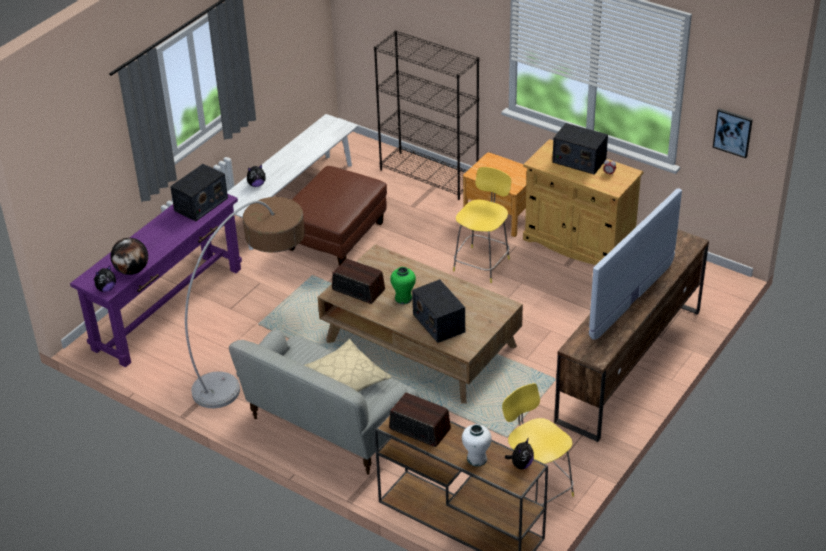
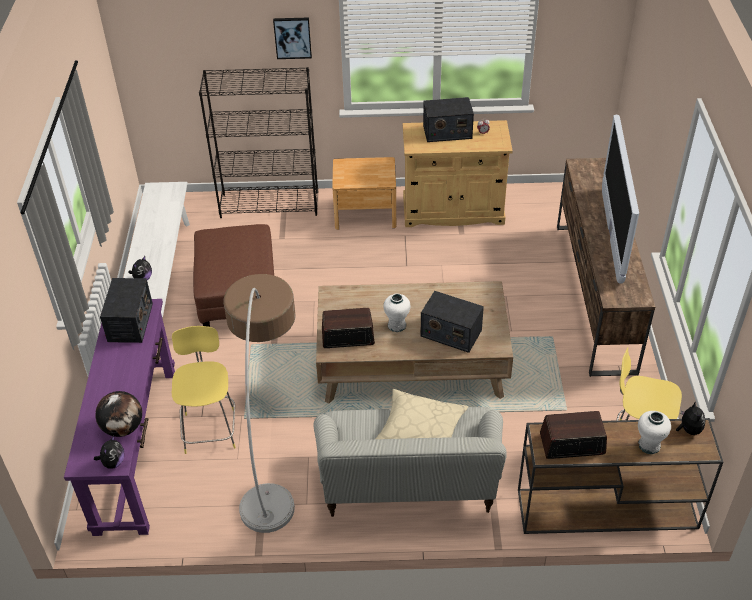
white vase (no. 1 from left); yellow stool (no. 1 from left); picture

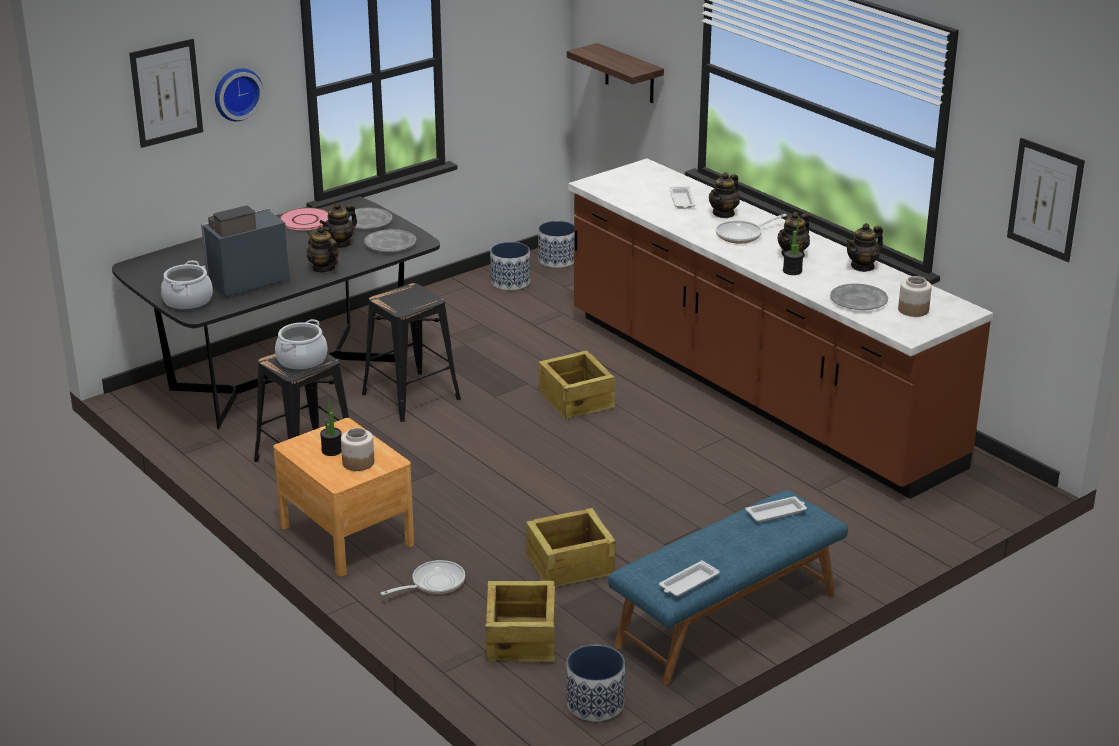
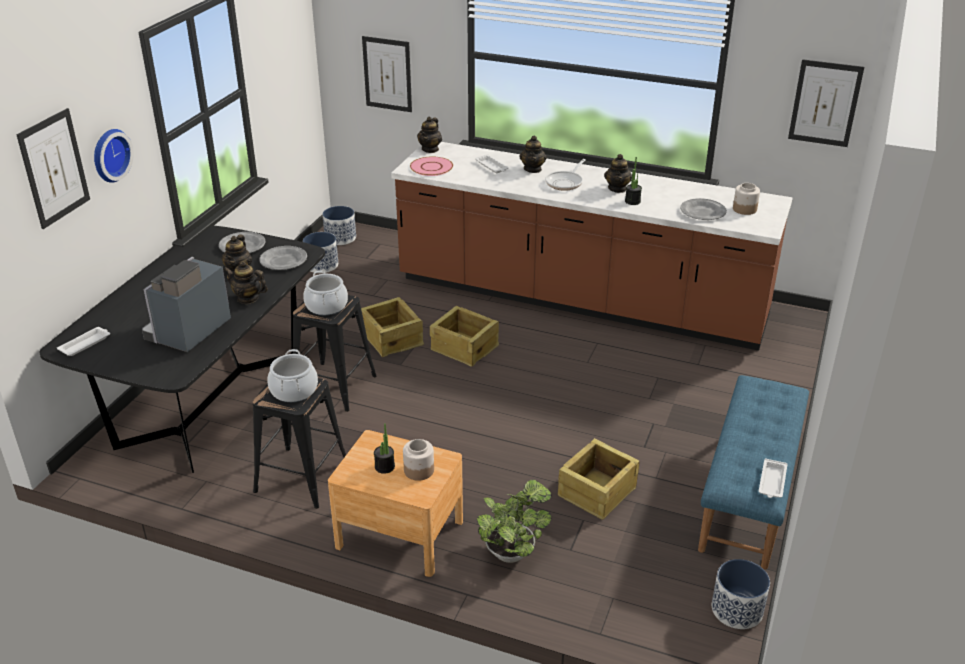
cooking pot (no. 2 from left); pink plate; potted plant (no. 2 from left); crate (no. 1 from left); picture (no. 2 from left); white tray (no. 1 from left); teapot (no. 3 from left)

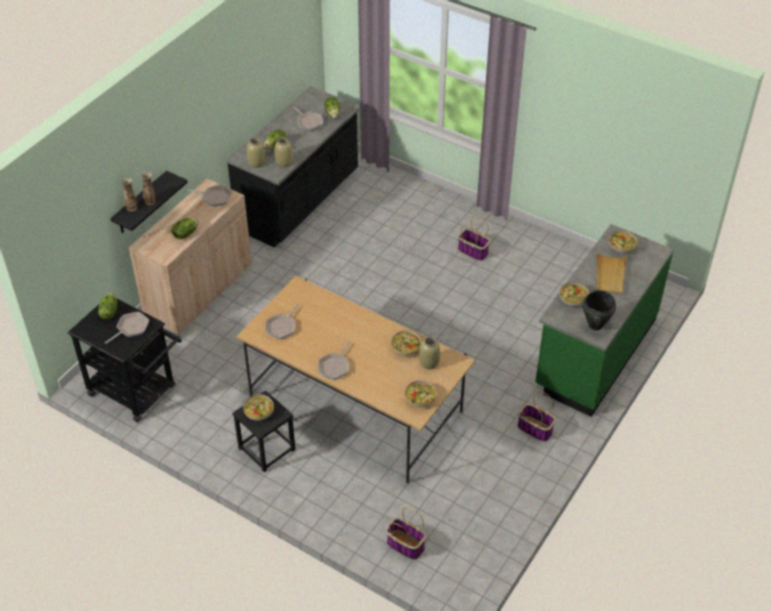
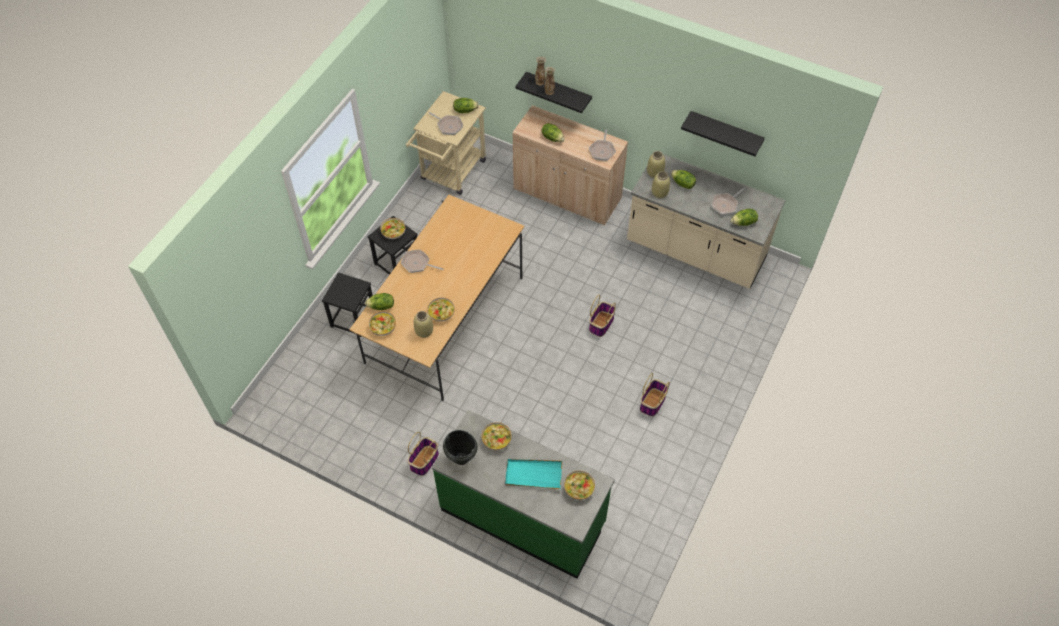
beige cart; beige counter; frying pan (no. 3 from left in the first image); basket (no. 2 from left); turquoise tray; black stool (no. 1 from left); lettuce (no. 1 from left); black shelf (no. 2 from left)

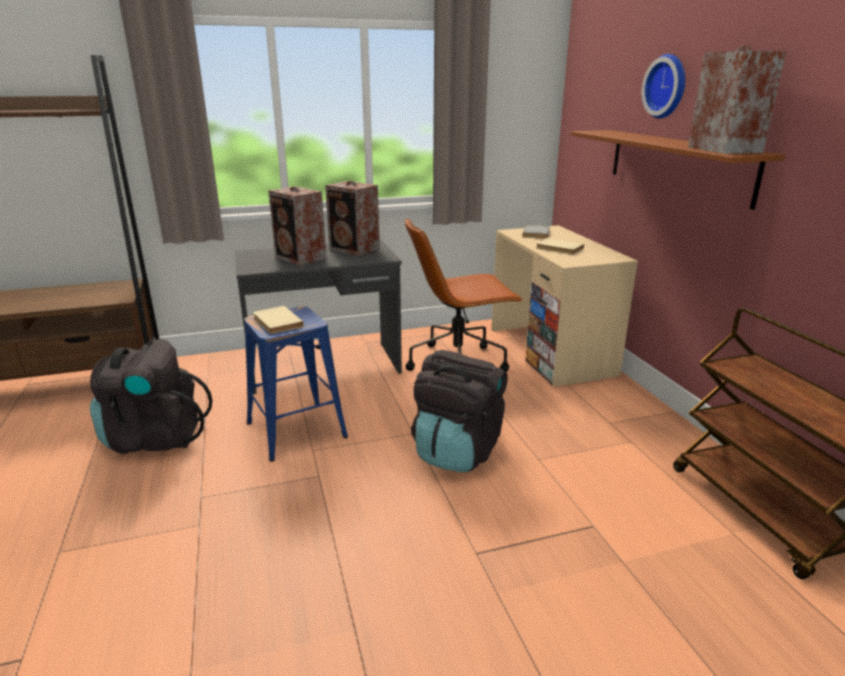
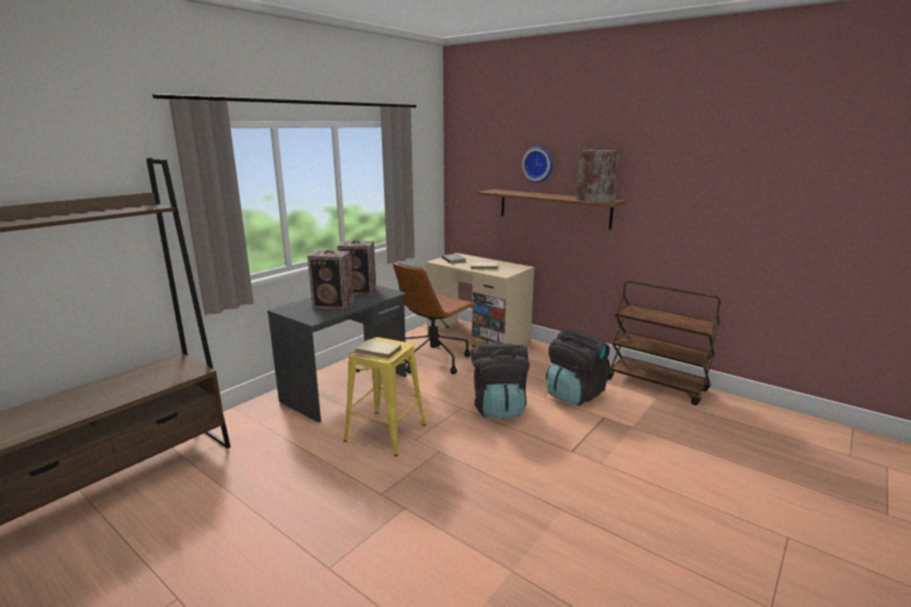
black backpack (no. 2 from left); yellow stool

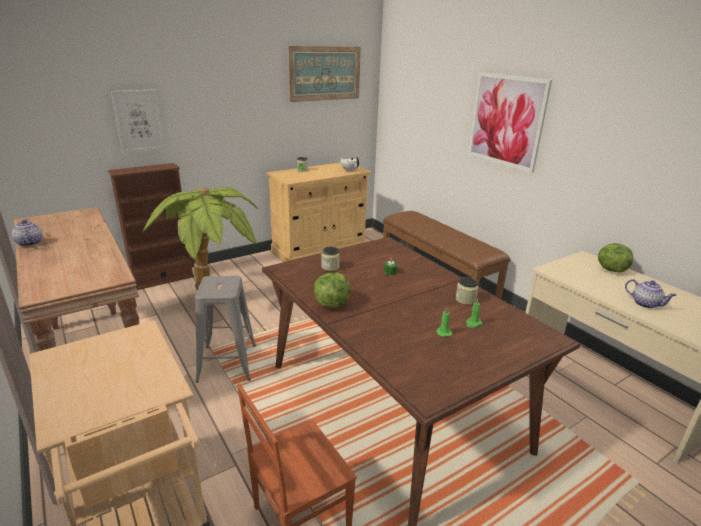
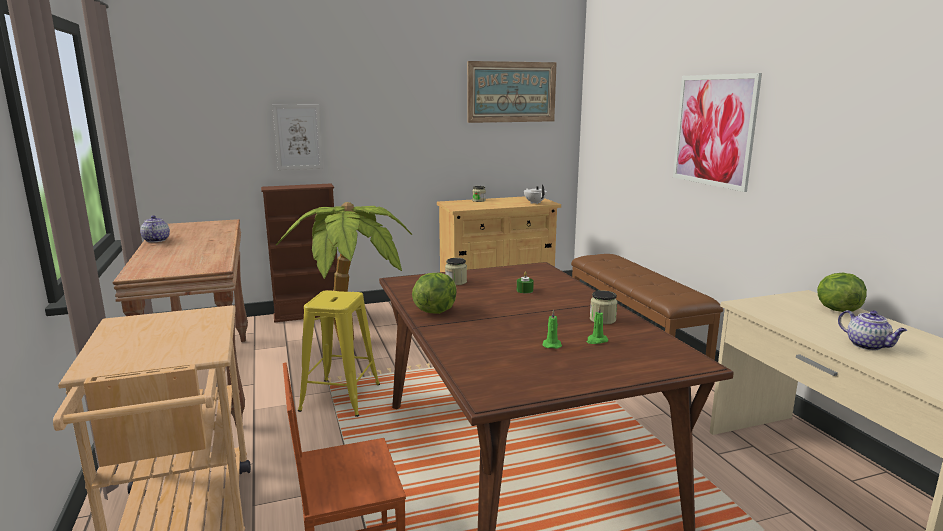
yellow stool

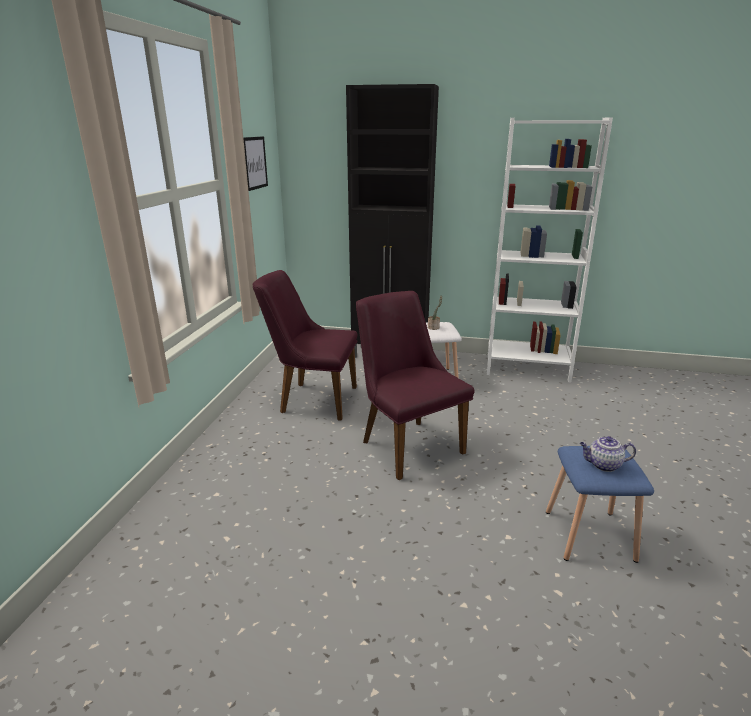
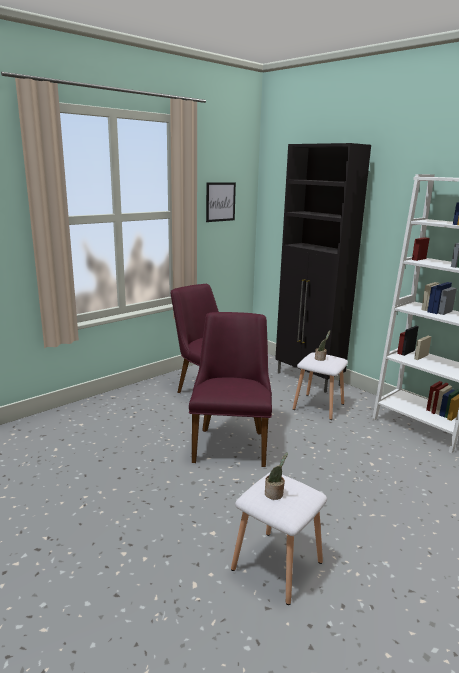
white stool (no. 1 from left); potted plant (no. 1 from left)

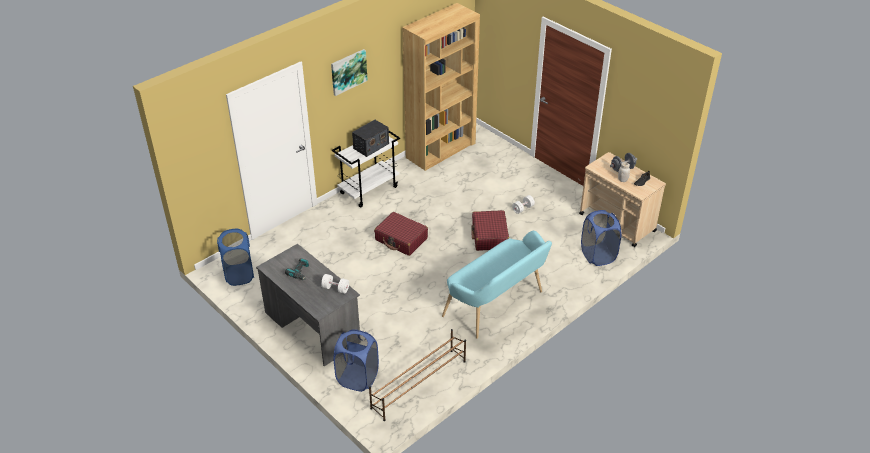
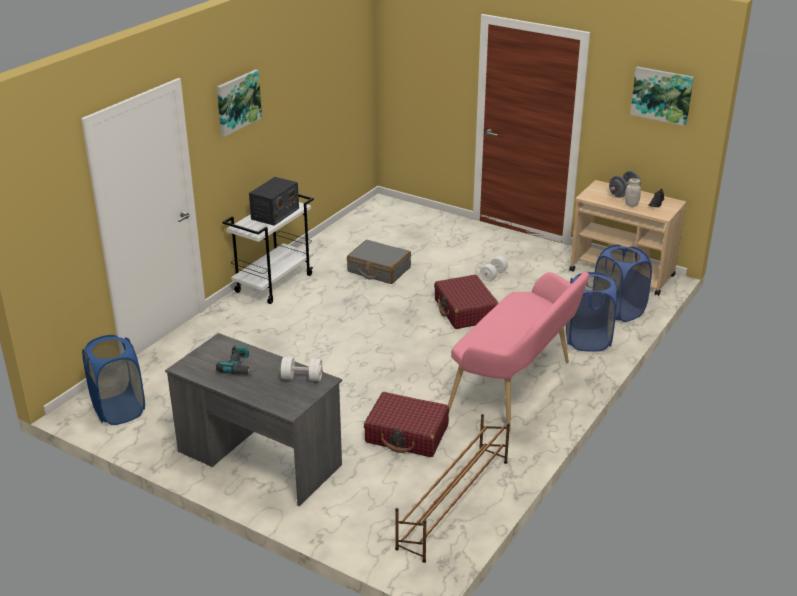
blue laundry basket (no. 2 from left); red suitcase (no. 1 from left); brown bookcase; pink bench; grey suitcase; picture (no. 2 from left)

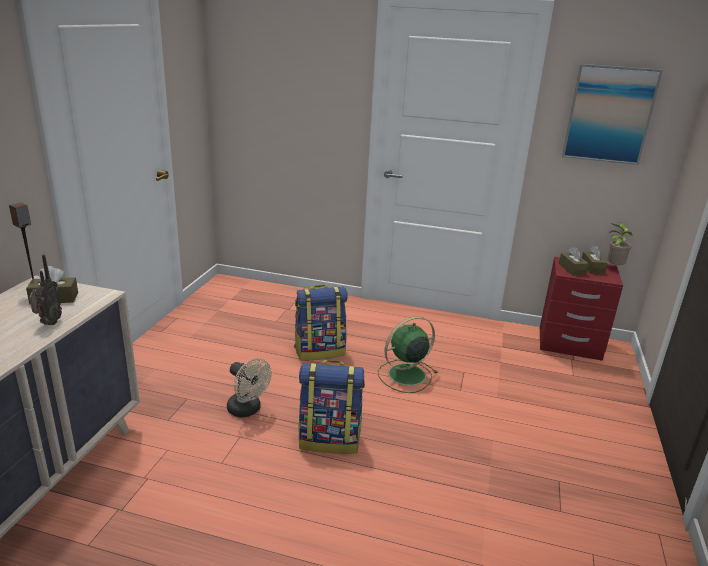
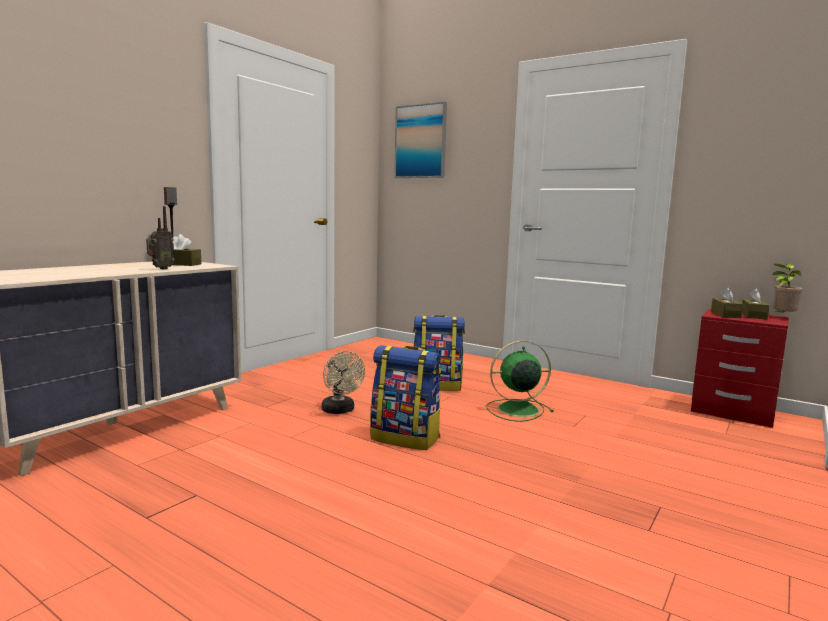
picture

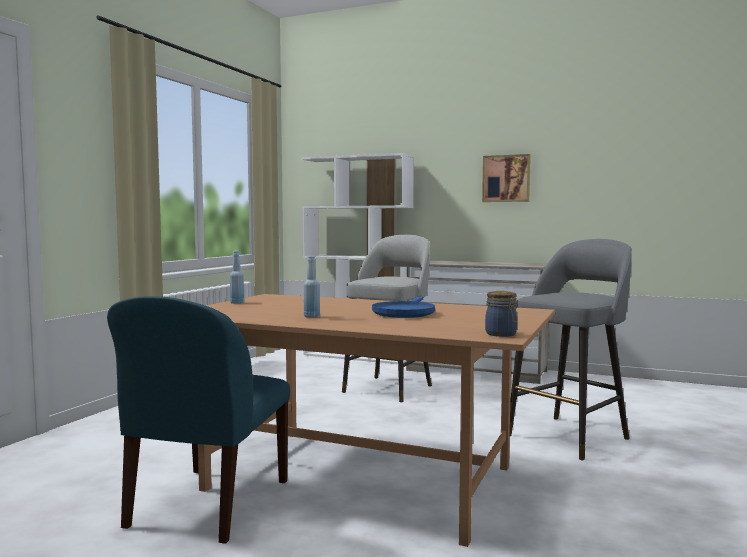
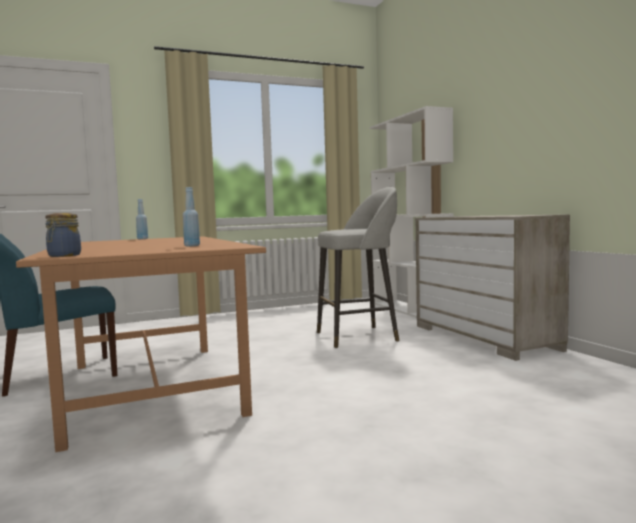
blue bottle (no. 2 from left); blue frying pan; picture; grey stool (no. 2 from left in the first image)

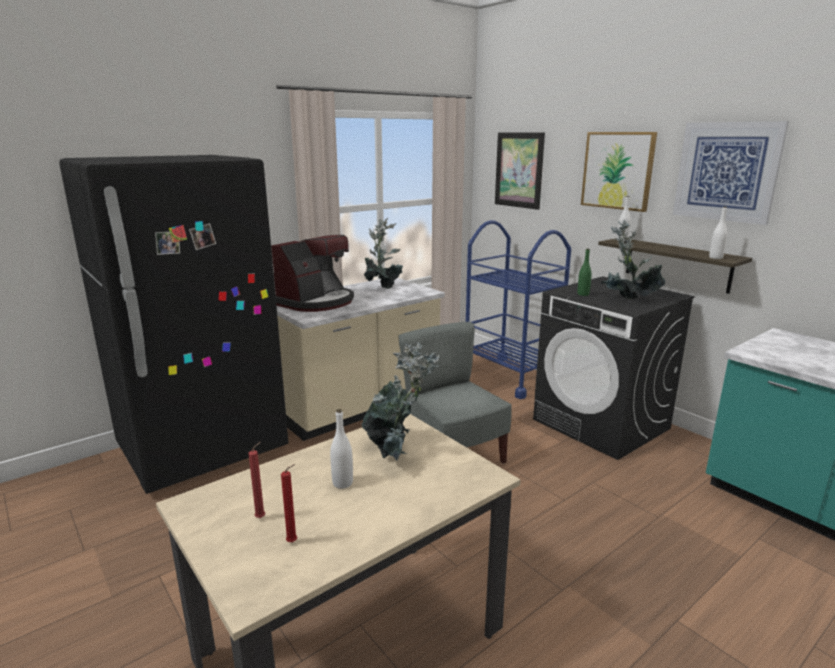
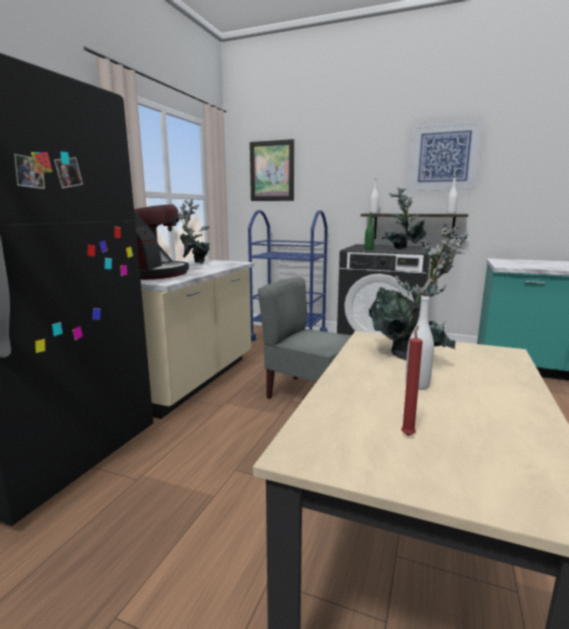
red candle (no. 2 from left in the first image); picture (no. 2 from left in the first image)

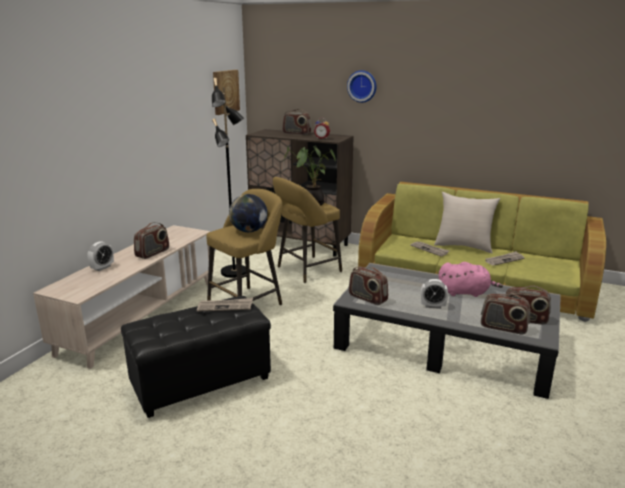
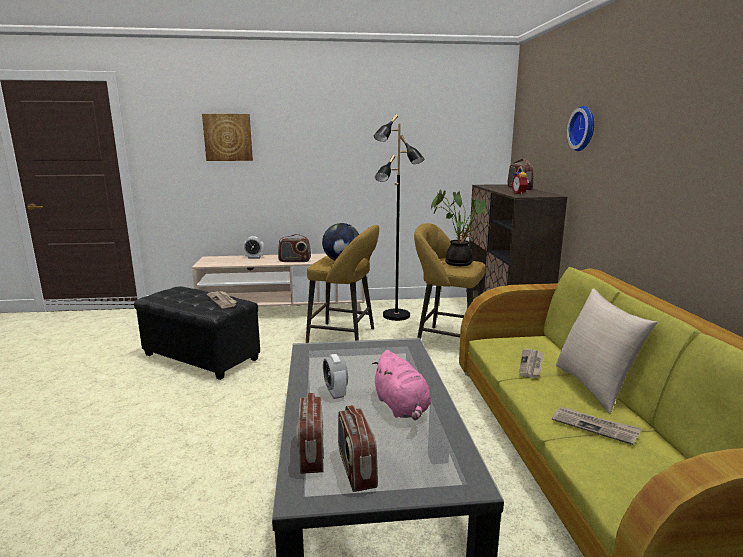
picture; radio (no. 3 from left in the first image)

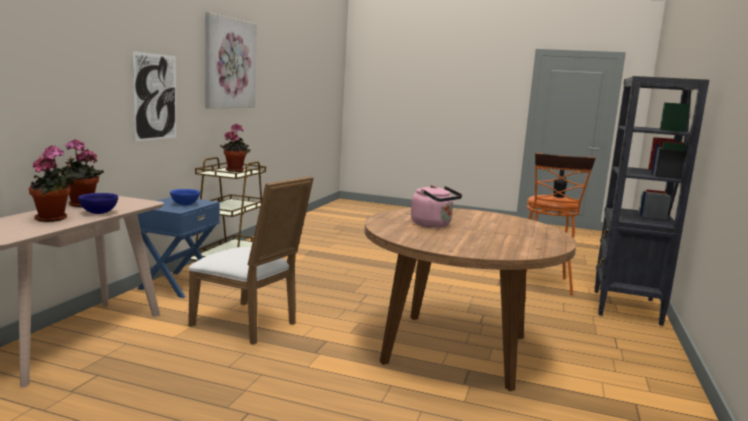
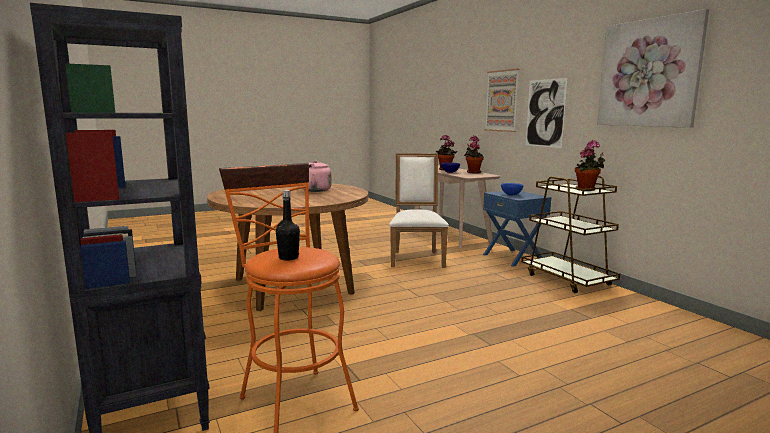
white chair; picture (no. 1 from left)

